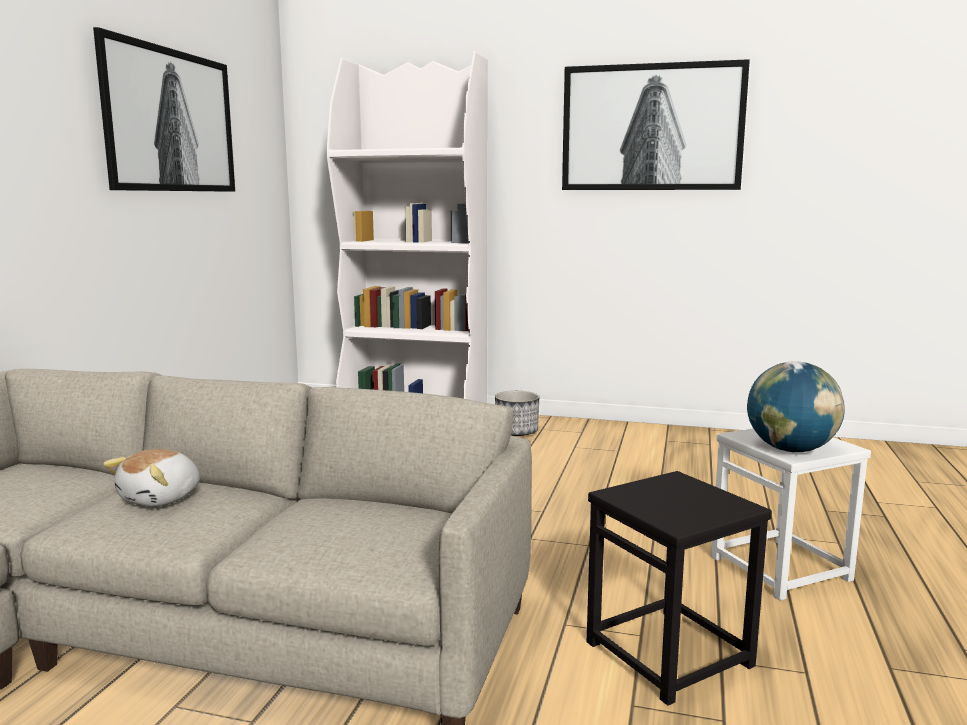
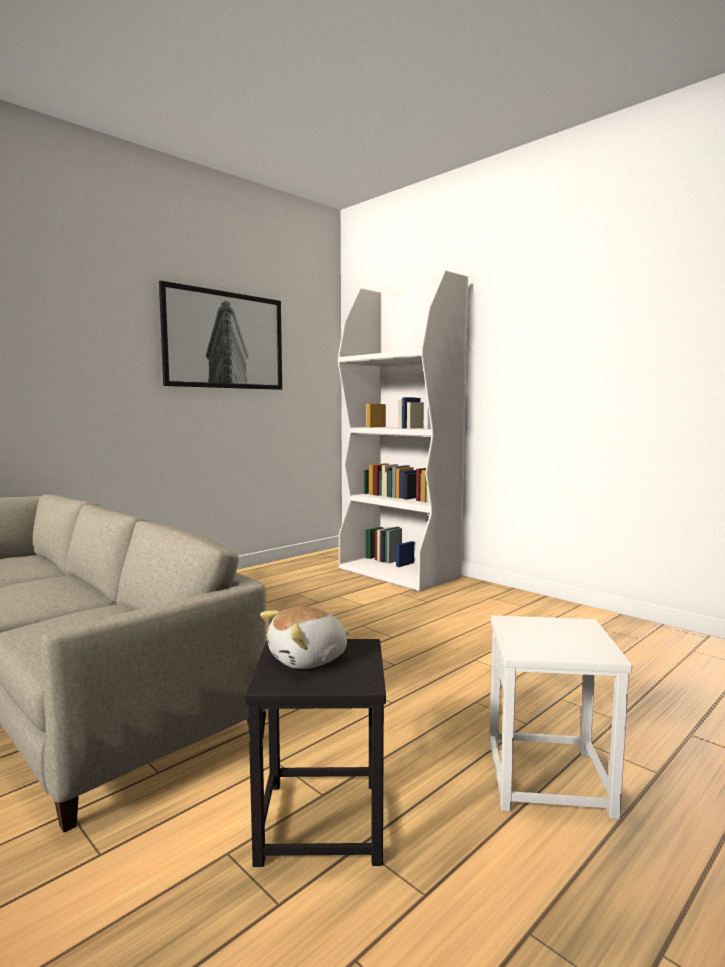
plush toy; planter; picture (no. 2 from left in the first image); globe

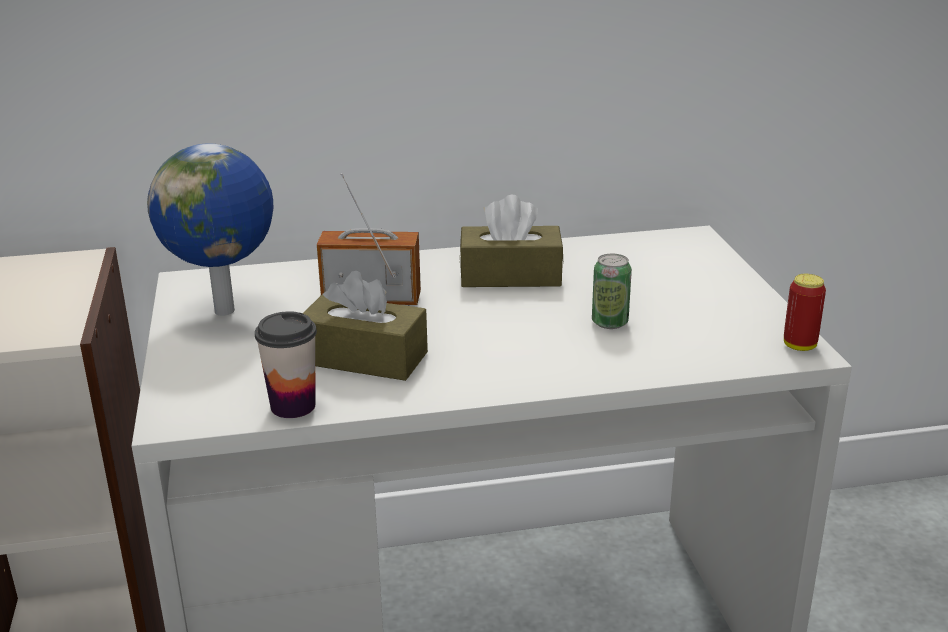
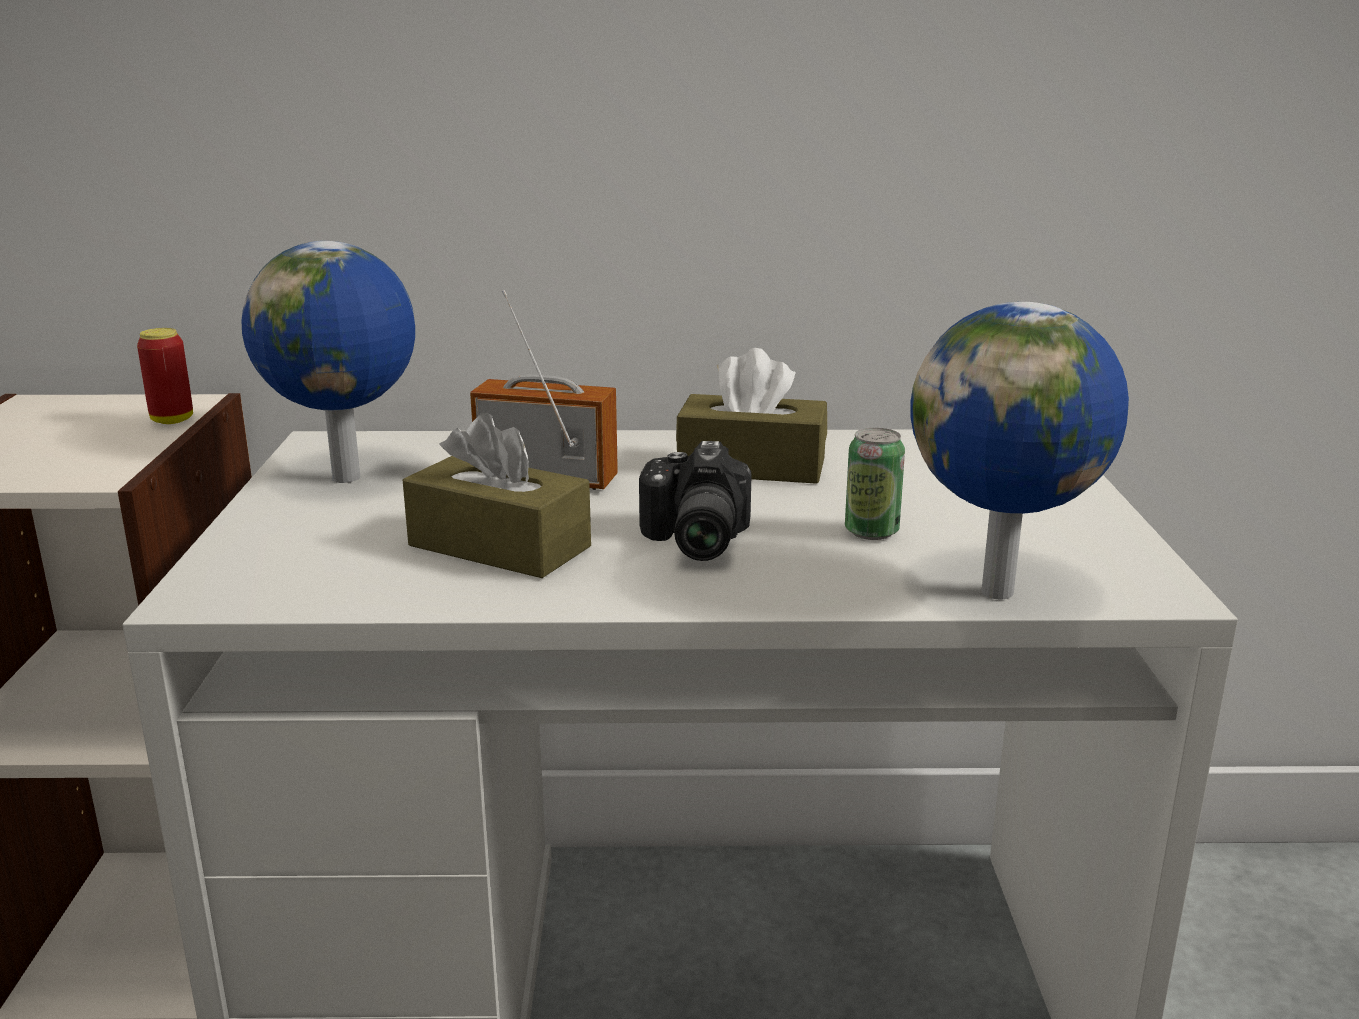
cup; can (no. 1 from left); photo camera; globe (no. 2 from left)

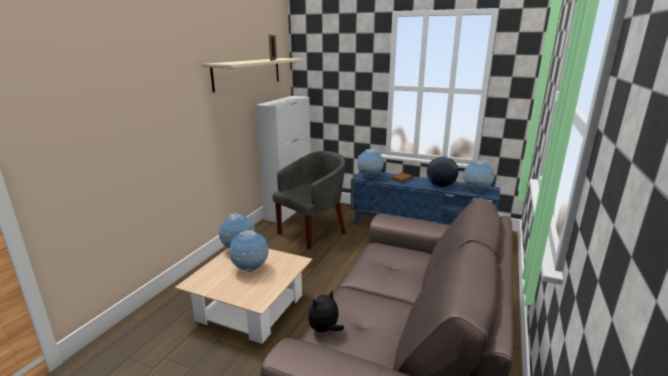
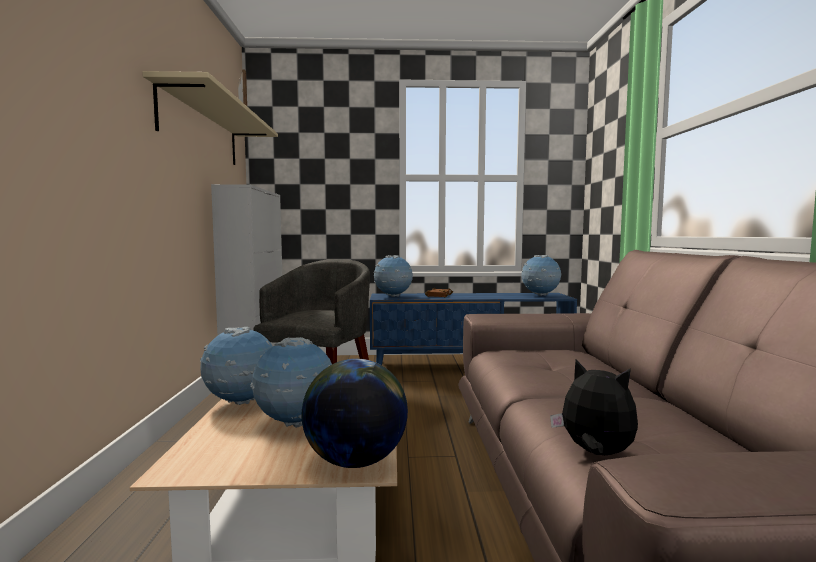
plush toy; globe (no. 3 from left)

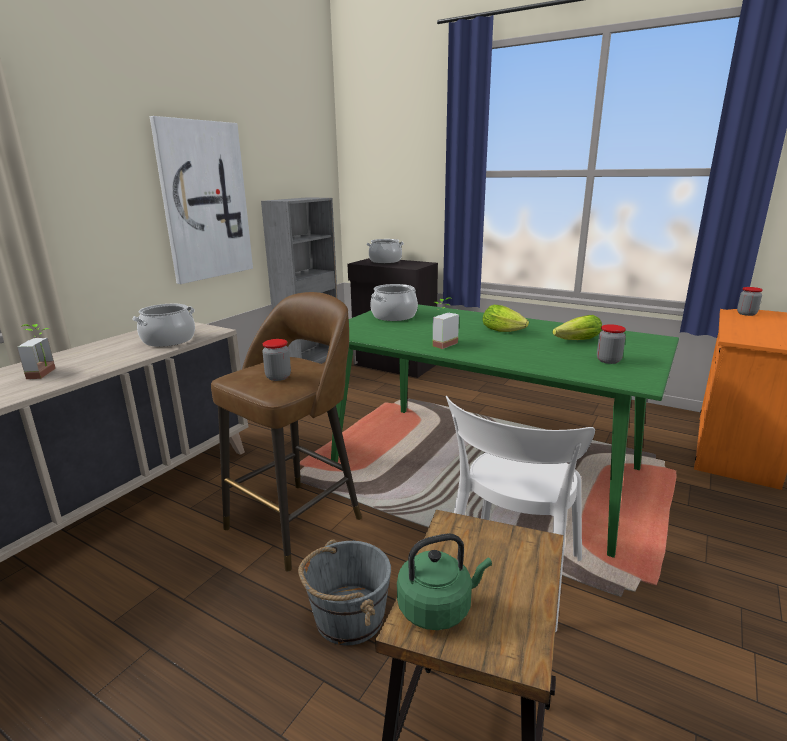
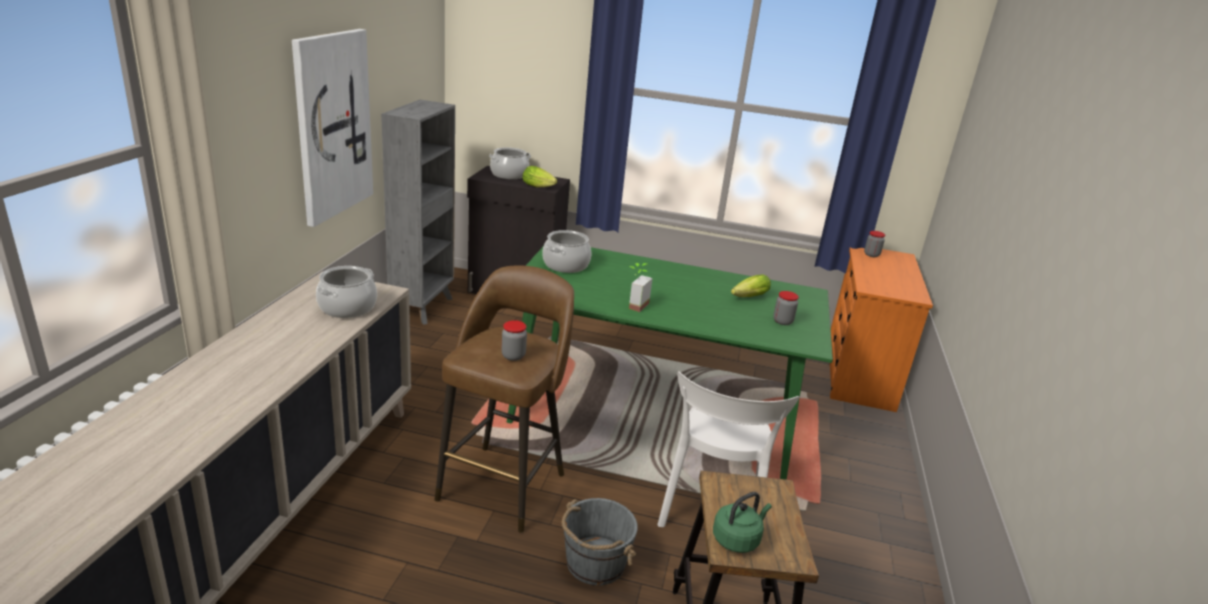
potted plant (no. 1 from left in the first image); lettuce (no. 1 from left)

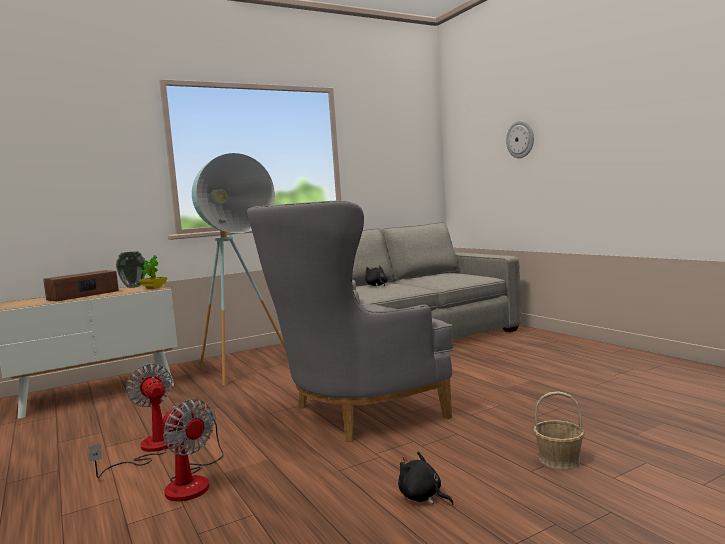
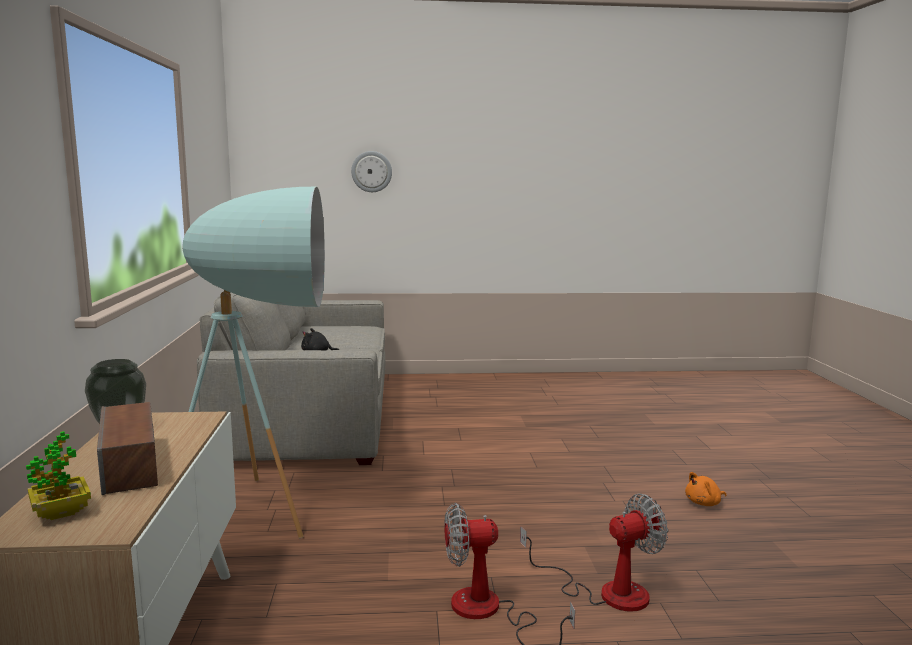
potted plant; grey armchair; orange plush toy; basket

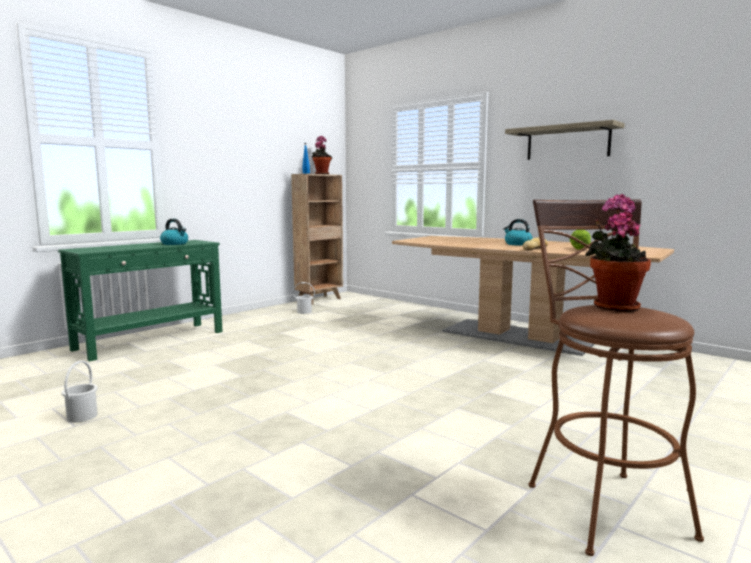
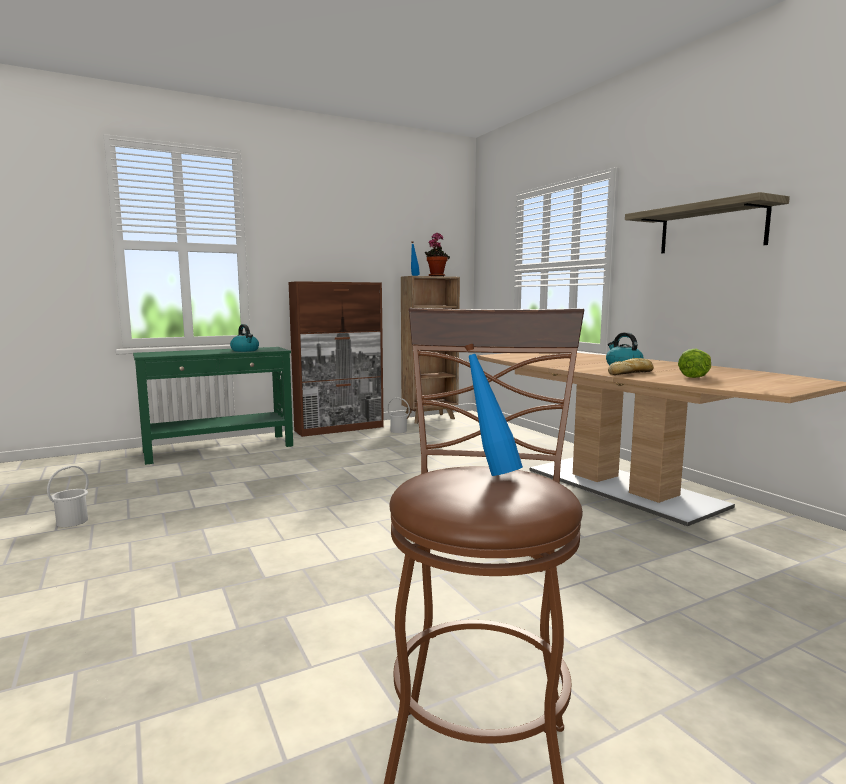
blue bottle (no. 2 from left); brown cabinet

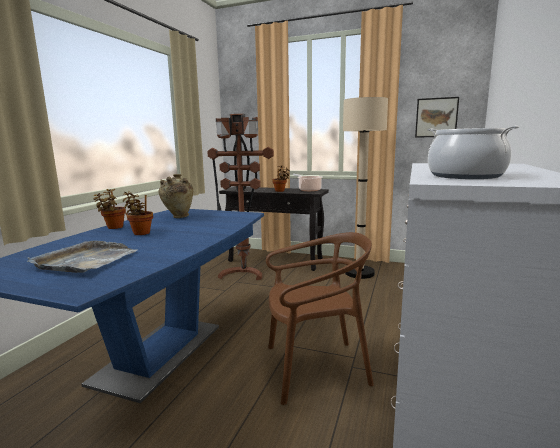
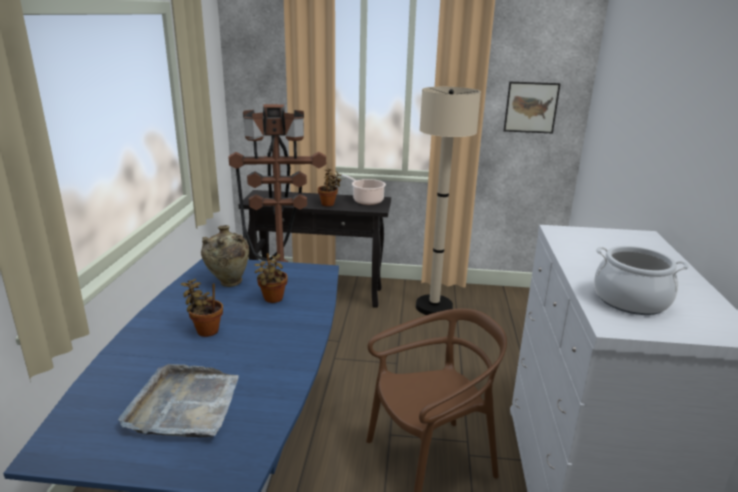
potted plant (no. 2 from left)

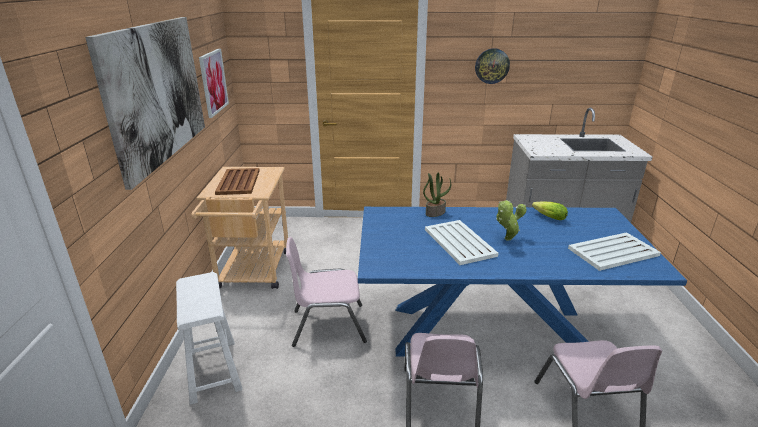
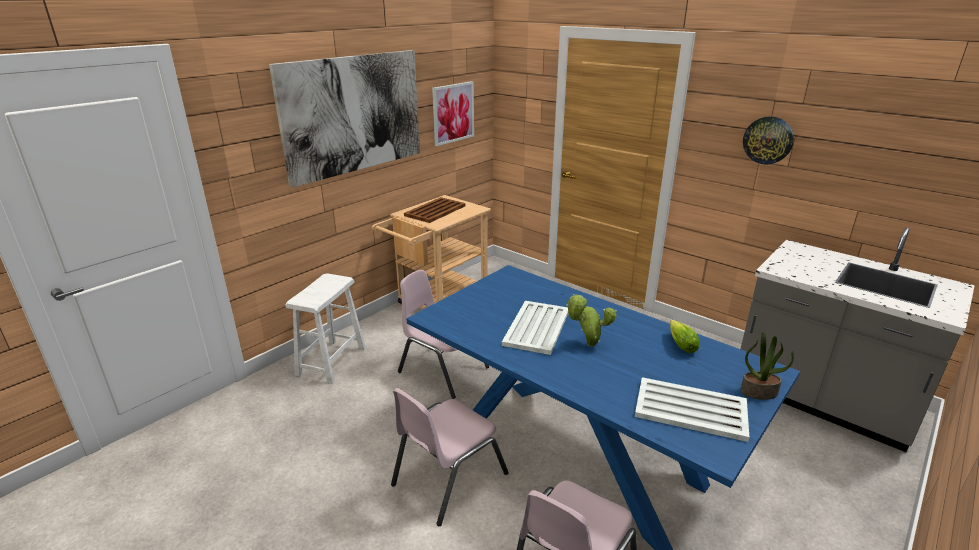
potted plant (no. 2 from left)

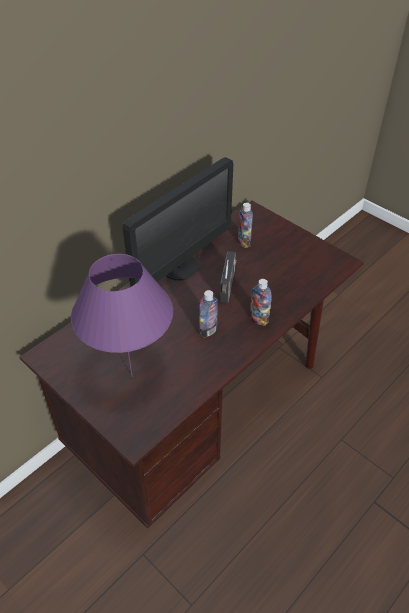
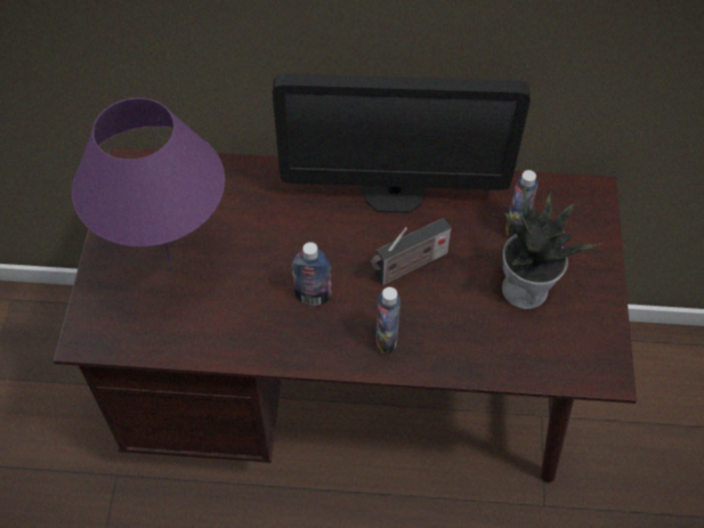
potted plant

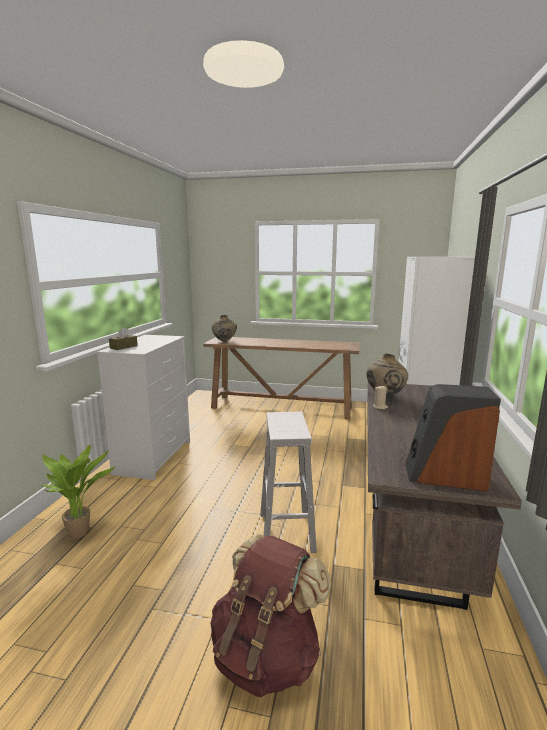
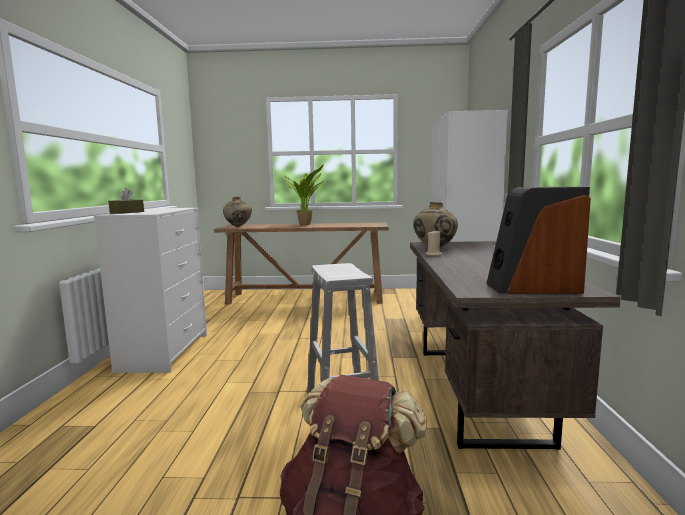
potted plant

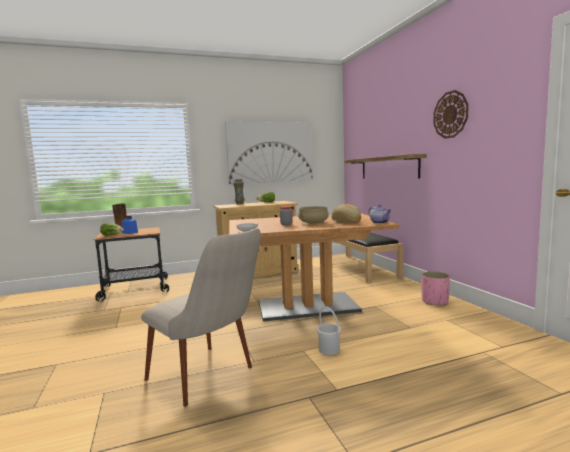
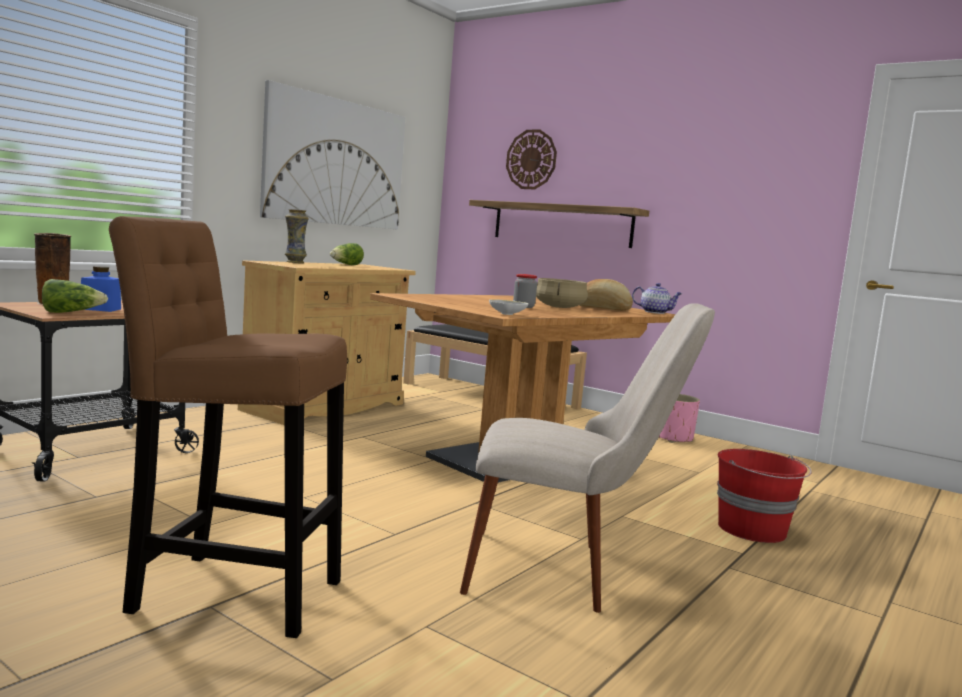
white bucket; wall clock; brown stool; red bucket

